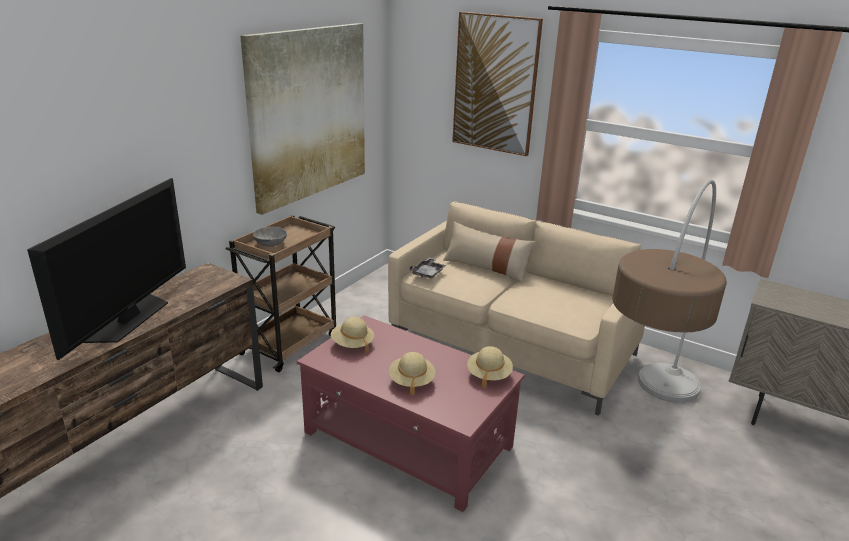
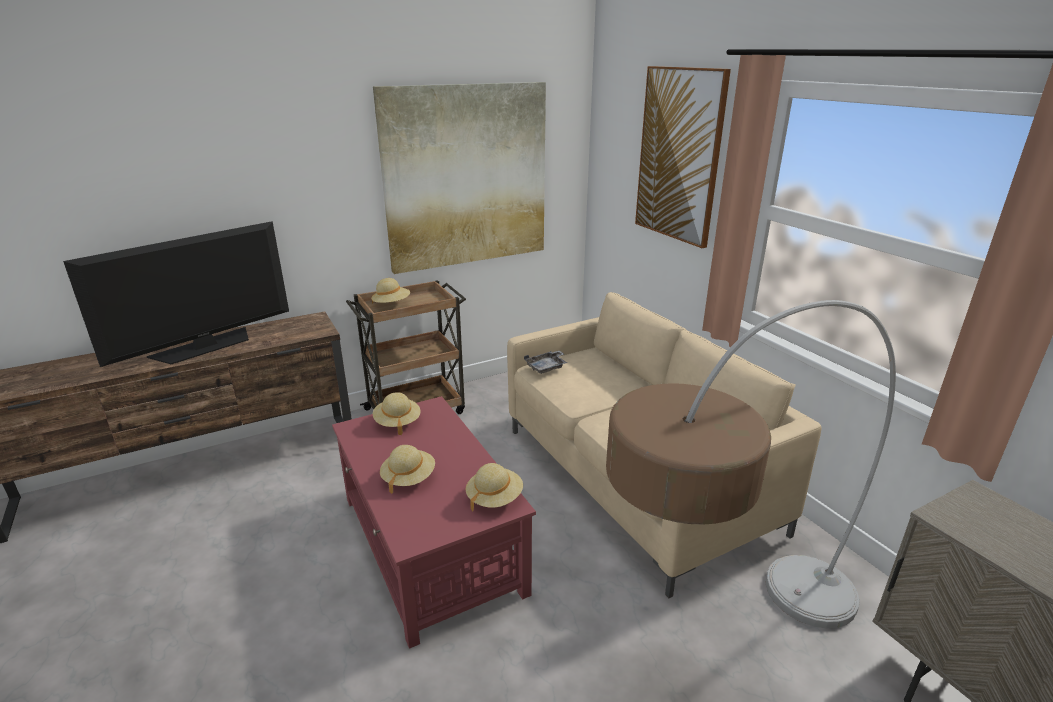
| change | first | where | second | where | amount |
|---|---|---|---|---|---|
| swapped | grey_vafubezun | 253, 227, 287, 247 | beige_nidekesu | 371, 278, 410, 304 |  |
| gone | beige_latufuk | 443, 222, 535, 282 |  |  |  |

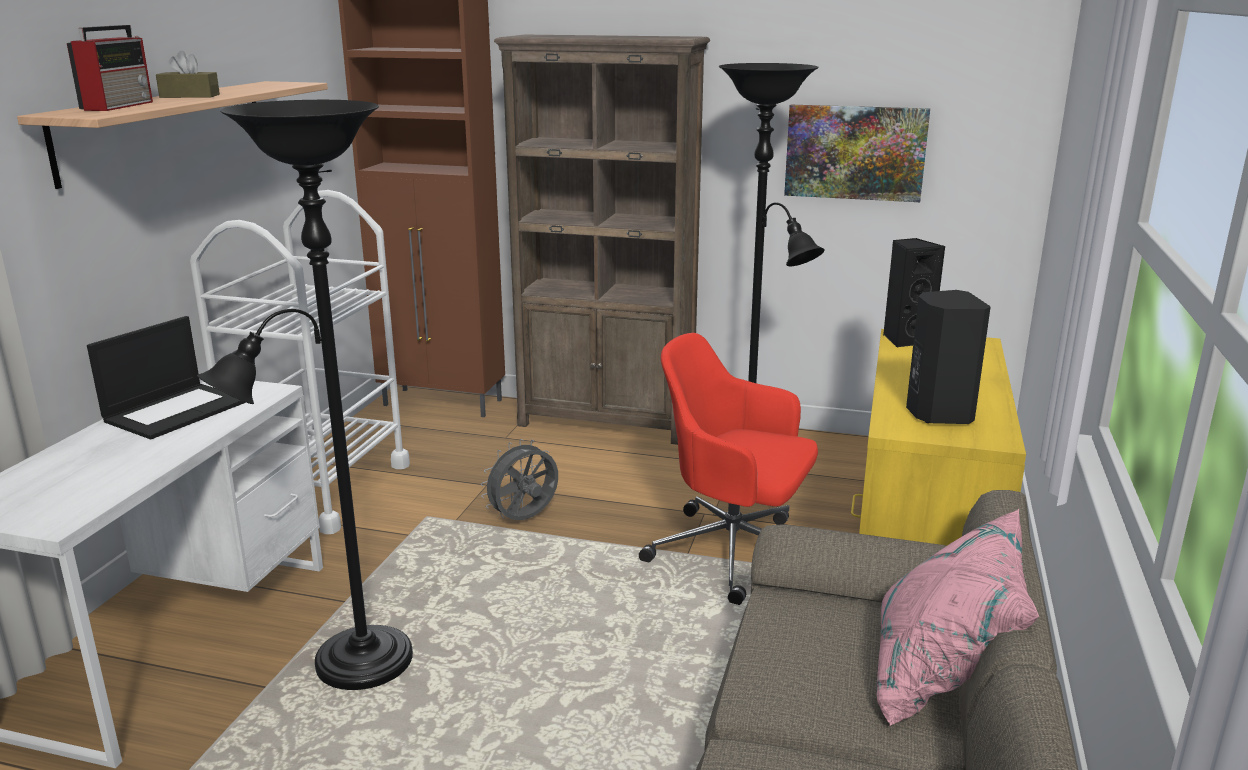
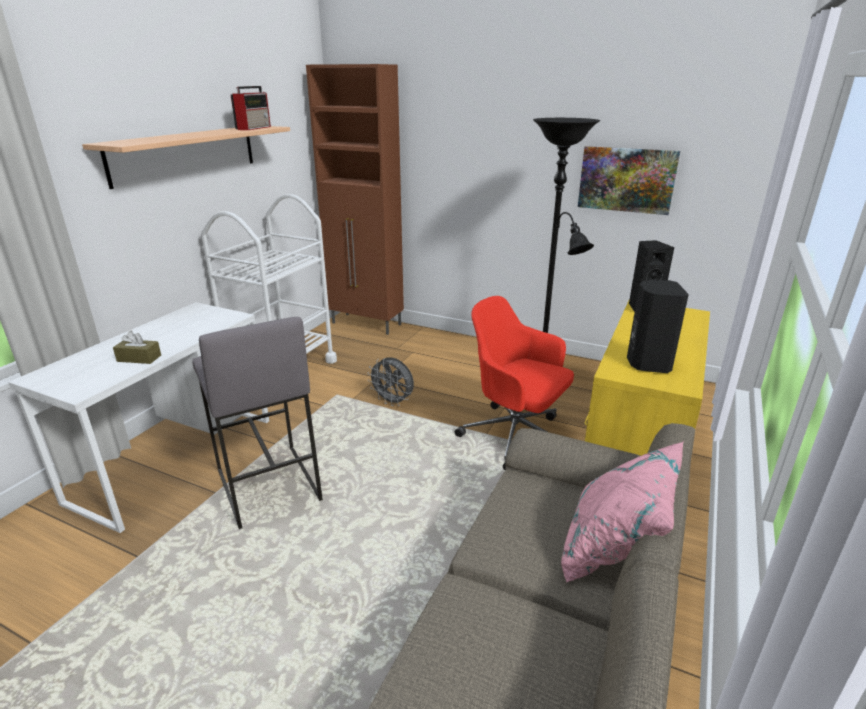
| change | first | where | second | where | amount |
|---|---|---|---|---|---|
| shifted | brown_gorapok | 156, 51, 220, 98 |  | 113, 331, 161, 364 |  |
| swapped | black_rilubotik | 197, 100, 413, 690 | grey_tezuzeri | 192, 317, 323, 529 |  |
| shifted | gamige | 67, 25, 153, 111 |  | 231, 86, 271, 130 |  |
| rotated | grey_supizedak | 481, 439, 558, 520 |  | 367, 357, 414, 406 | 120 degrees counterclockwise |
| gone | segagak | 87, 316, 246, 439 |  |  |  |
| gone | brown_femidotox | 494, 35, 710, 445 |  |  |  |

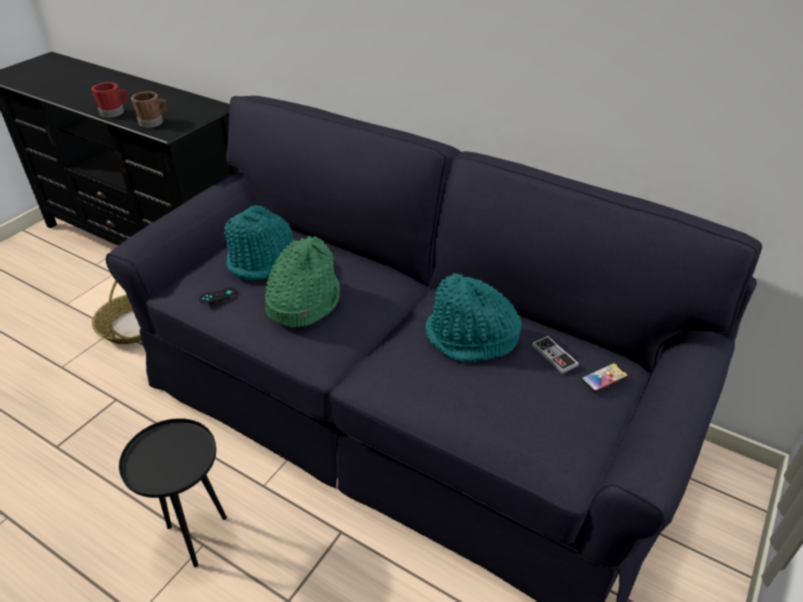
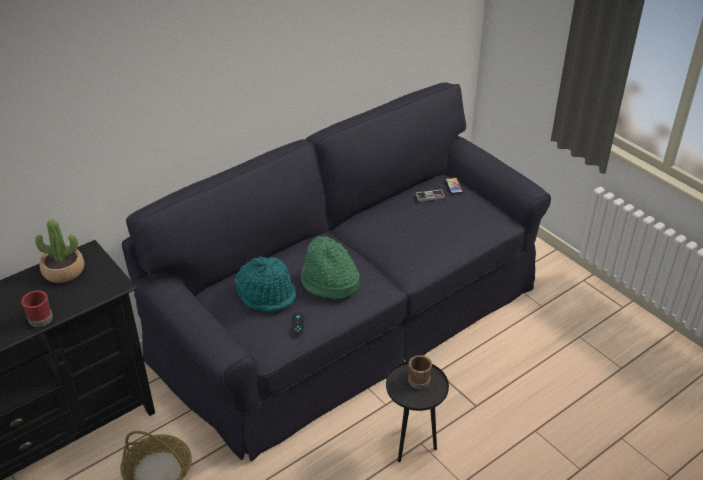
| change | first | where | second | where | amount |
|---|---|---|---|---|---|
| new |  |  | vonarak | 35, 219, 84, 283 |  |
| shifted | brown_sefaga | 131, 91, 167, 128 |  | 408, 355, 432, 389 |  |
| gone | turquoise_nidekesu | 425, 273, 522, 362 |  |  |  |

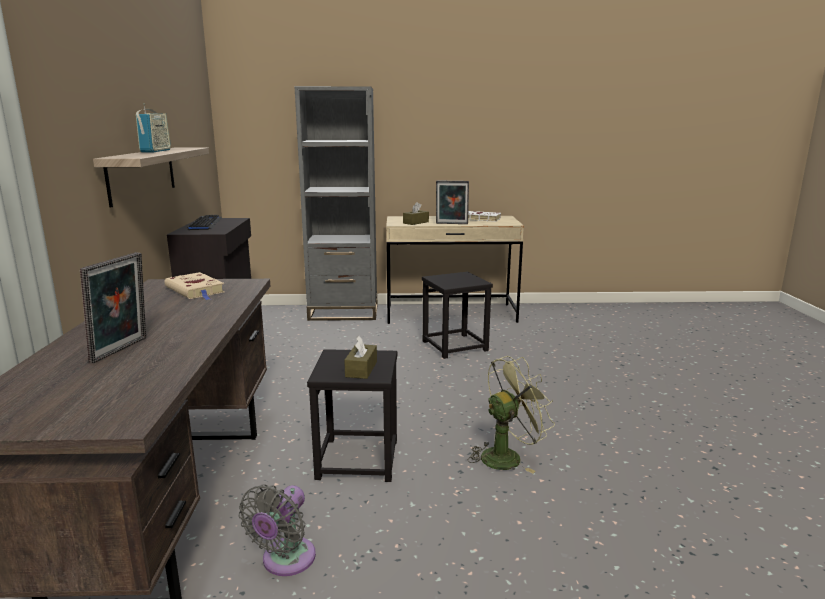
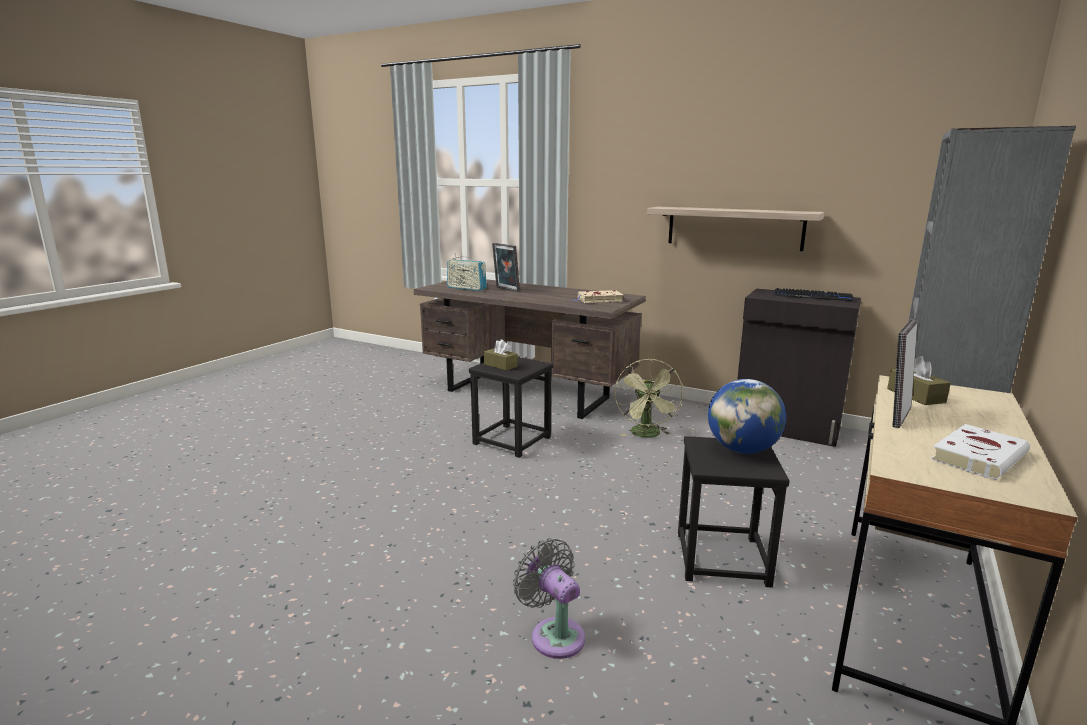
| change | first | where | second | where | amount |
|---|---|---|---|---|---|
| shifted | gamige | 136, 104, 171, 153 |  | 447, 253, 487, 291 |  |
| shifted | grey_supizedak | 239, 484, 316, 576 |  | 513, 538, 585, 659 |  |
| shifted | green_supizedak | 468, 356, 555, 473 |  | 615, 359, 683, 438 |  |
| new |  |  | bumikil | 708, 379, 786, 454 |  |

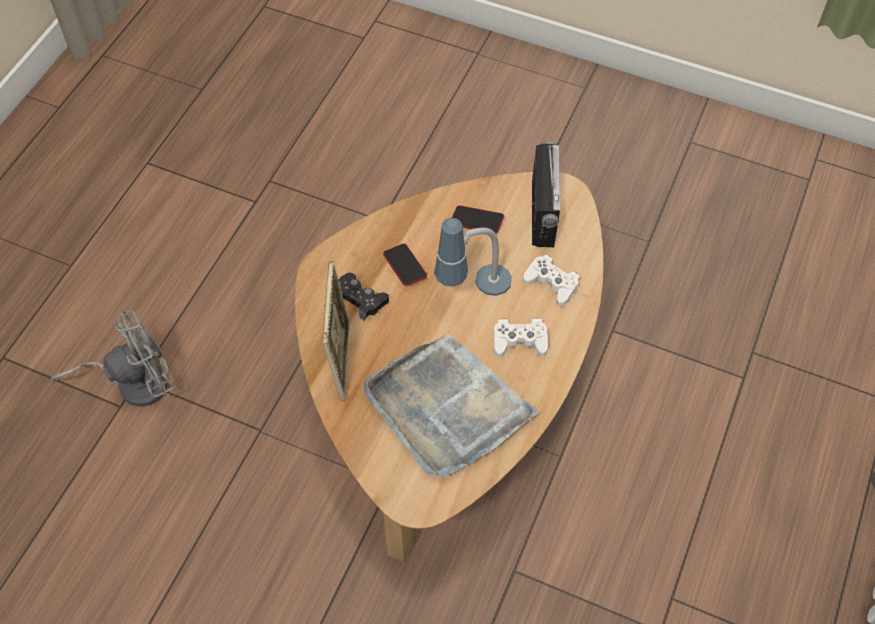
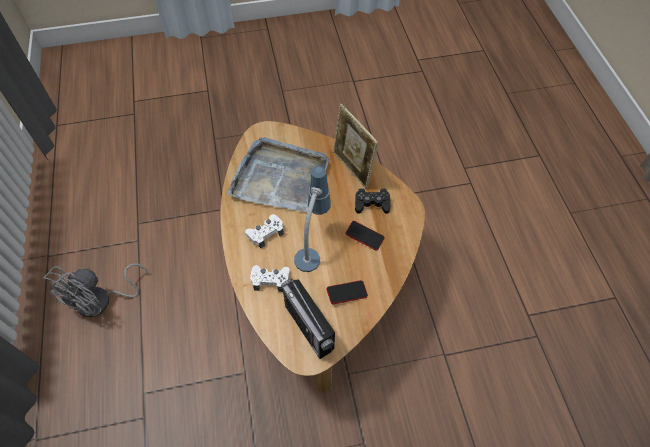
| change | first | where | second | where | amount |
|---|---|---|---|---|---|
| shifted | grey_supizedak | 51, 310, 175, 407 |  | 43, 263, 149, 317 |  |

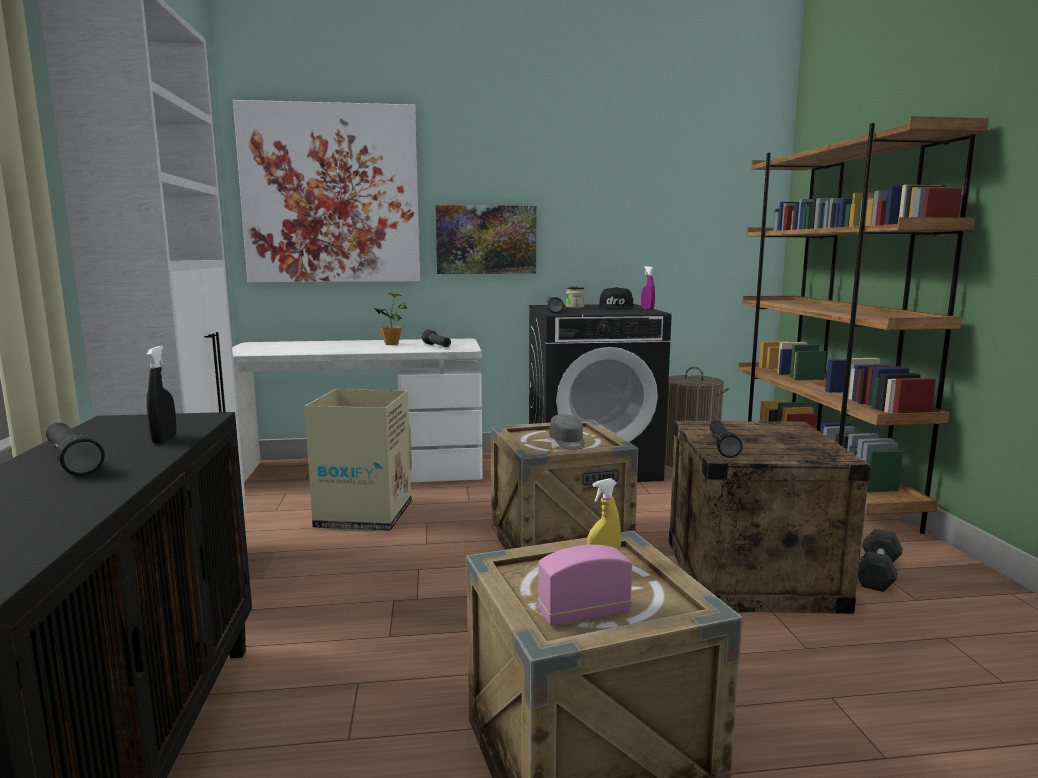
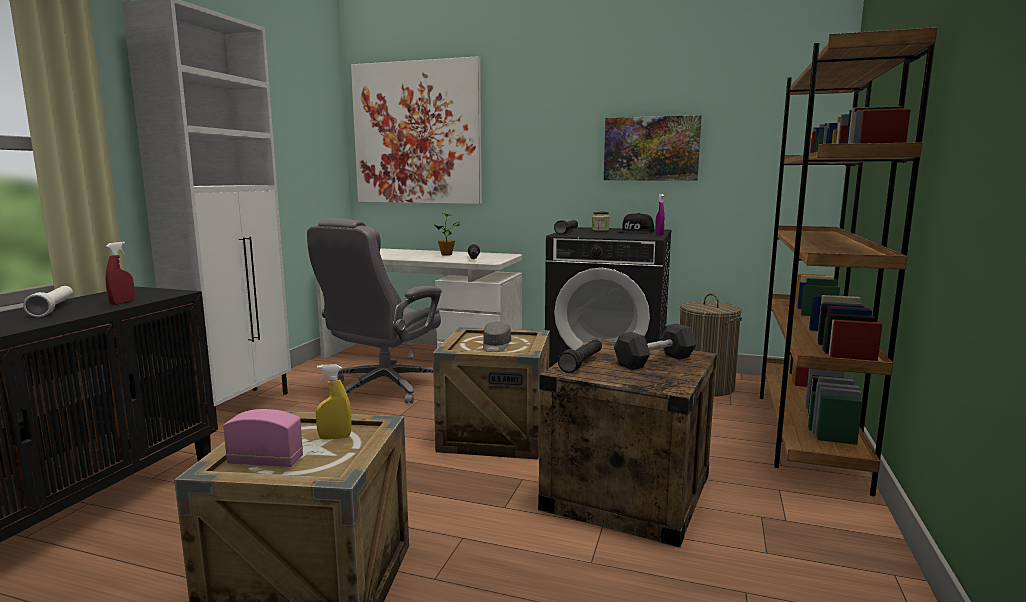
| change | first | where | second | where | amount |
|---|---|---|---|---|---|
| repainted | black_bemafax | 46, 423, 105, 476 | white_bemafax | 23, 286, 73, 317 |  |
| repainted | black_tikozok | 146, 346, 176, 444 | red_tikozok | 106, 242, 135, 305 |  |
| swapped | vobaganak | 305, 389, 412, 532 | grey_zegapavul | 307, 219, 442, 404 |  |
| shifted | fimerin | 435, 205, 536, 274 |  | 604, 115, 702, 181 |  |
| shifted | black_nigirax | 858, 529, 903, 592 |  | 614, 323, 697, 370 |  |

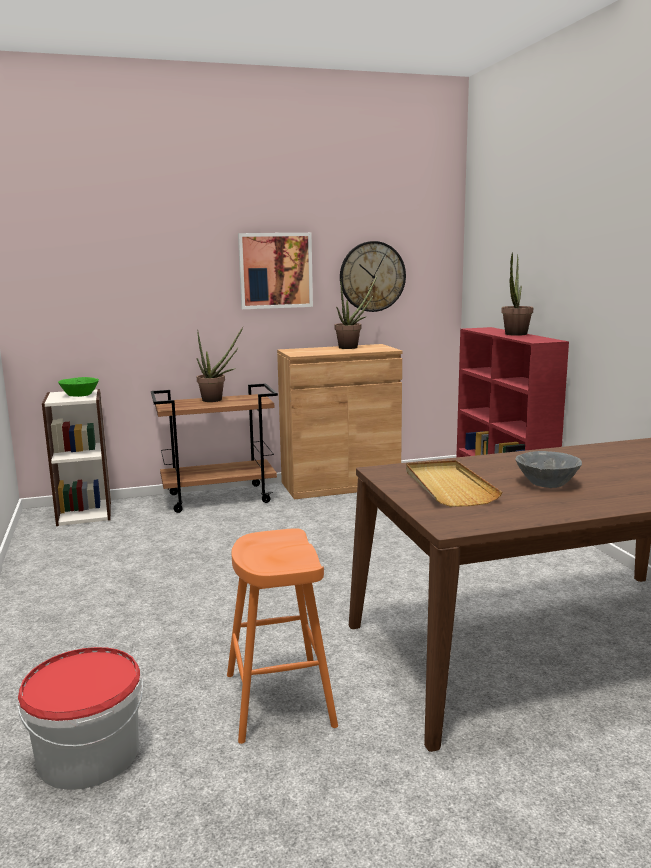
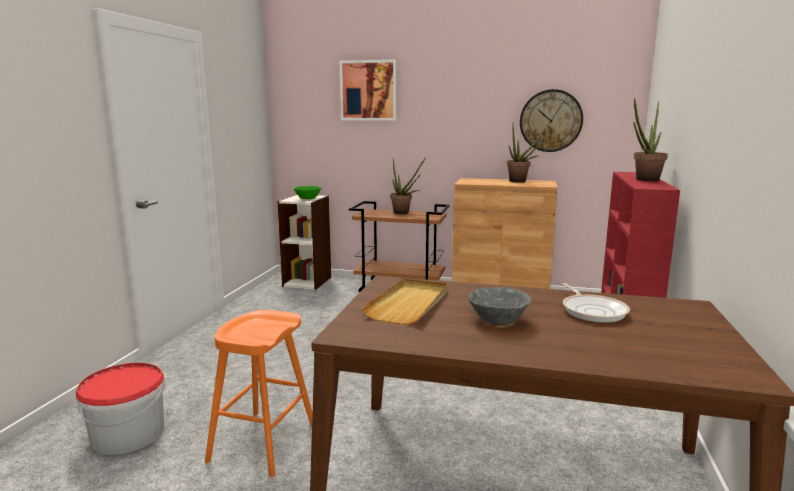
| change | first | where | second | where | amount |
|---|---|---|---|---|---|
| shifted | fimerin | 238, 233, 313, 309 |  | 339, 59, 397, 121 |  |
| new |  |  | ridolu | 562, 283, 630, 323 |  |

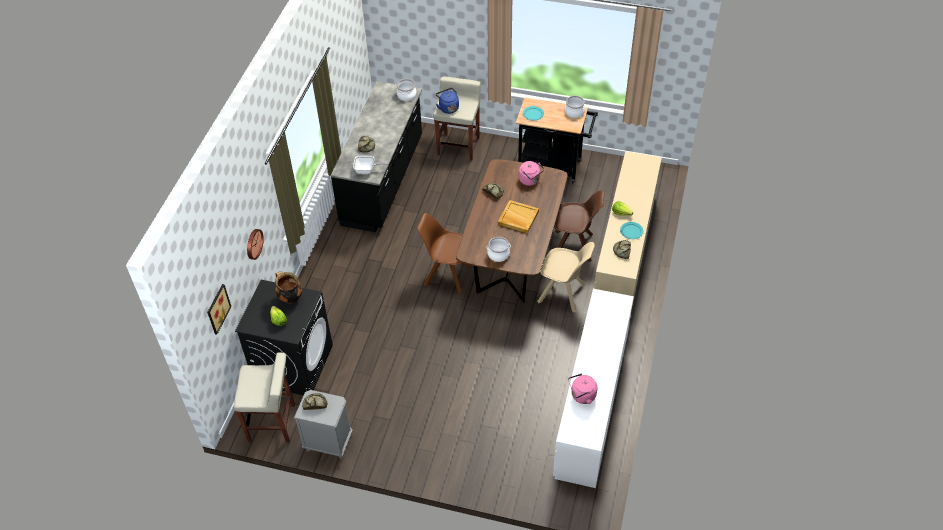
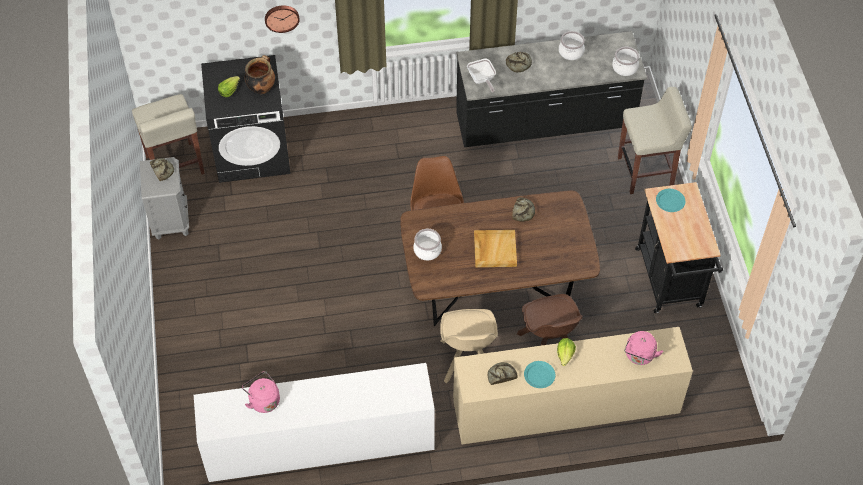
| change | first | where | second | where | amount |
|---|---|---|---|---|---|
| shifted | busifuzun | 565, 95, 585, 118 |  | 559, 31, 585, 60 |  |
| shifted | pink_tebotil | 519, 161, 545, 186 |  | 624, 331, 663, 365 |  |
| gone | fimerin | 207, 284, 231, 335 |  |  |  |
| gone | blue_tebotil | 436, 88, 459, 114 |  |  |  |

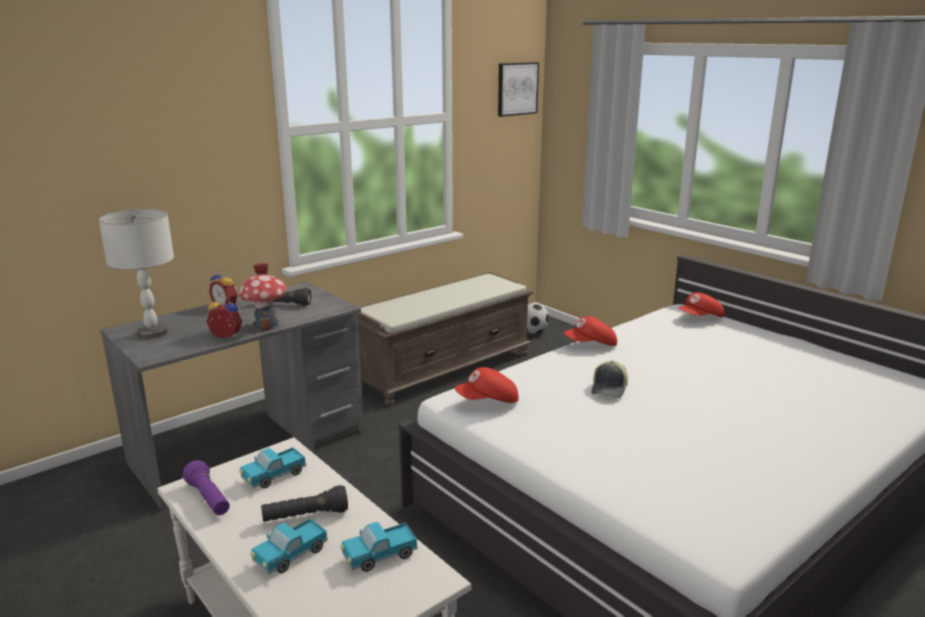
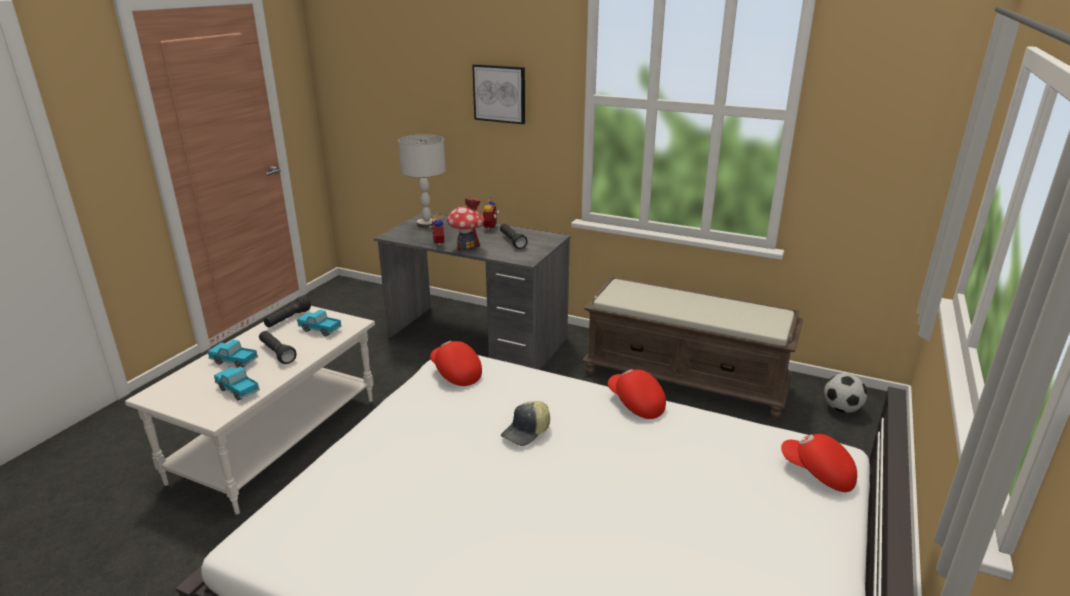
| change | first | where | second | where | amount |
|---|---|---|---|---|---|
| repainted | purple_bemafax | 183, 460, 230, 515 | black_bemafax | 264, 296, 311, 328 |  |
| shifted | fimerin | 498, 62, 539, 117 |  | 472, 64, 525, 124 |  |
| rotated | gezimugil | 591, 361, 628, 398 |  | 501, 401, 550, 446 | 45 degrees counterclockwise |

